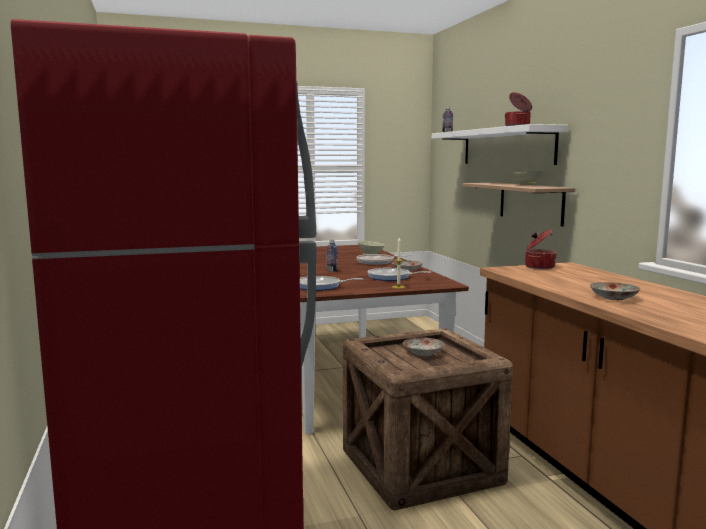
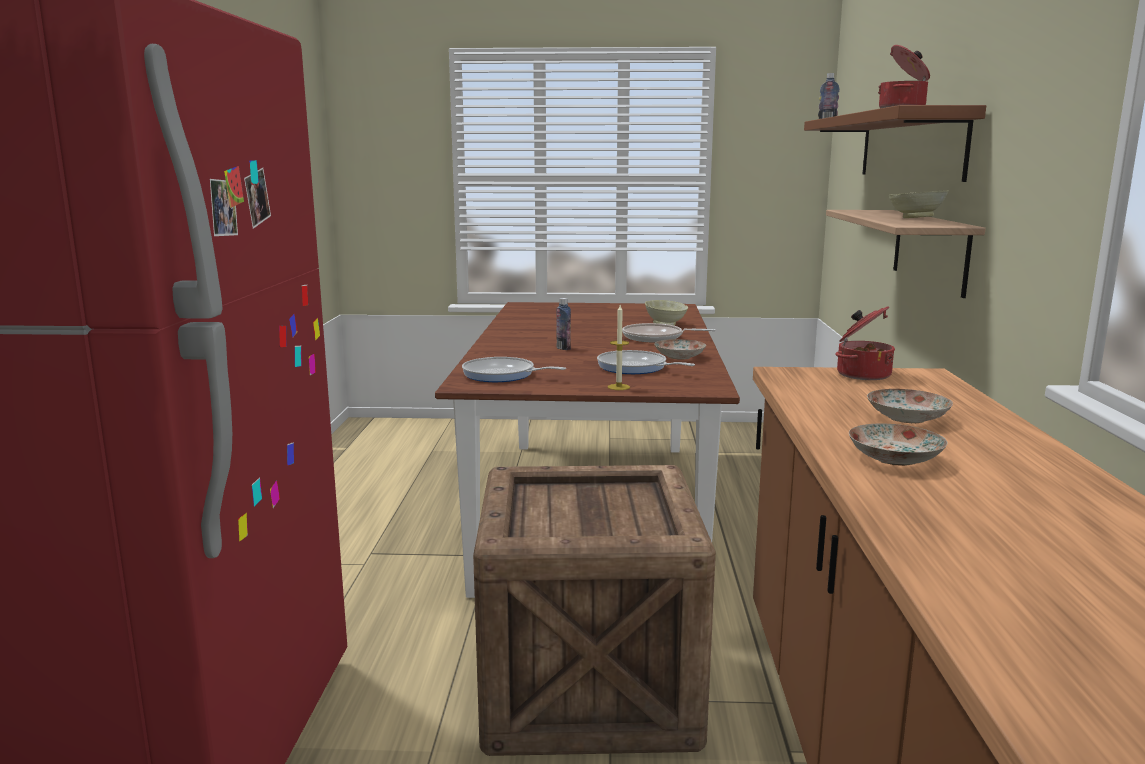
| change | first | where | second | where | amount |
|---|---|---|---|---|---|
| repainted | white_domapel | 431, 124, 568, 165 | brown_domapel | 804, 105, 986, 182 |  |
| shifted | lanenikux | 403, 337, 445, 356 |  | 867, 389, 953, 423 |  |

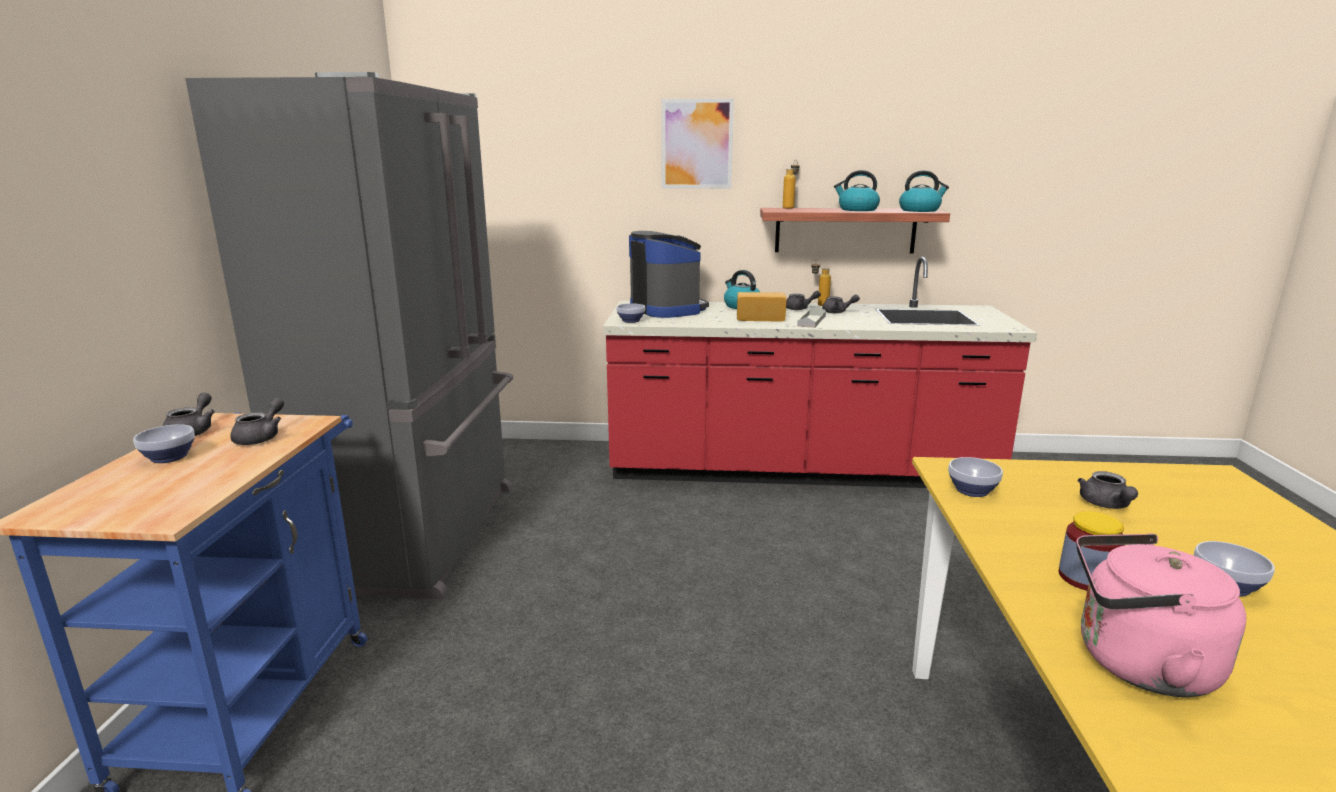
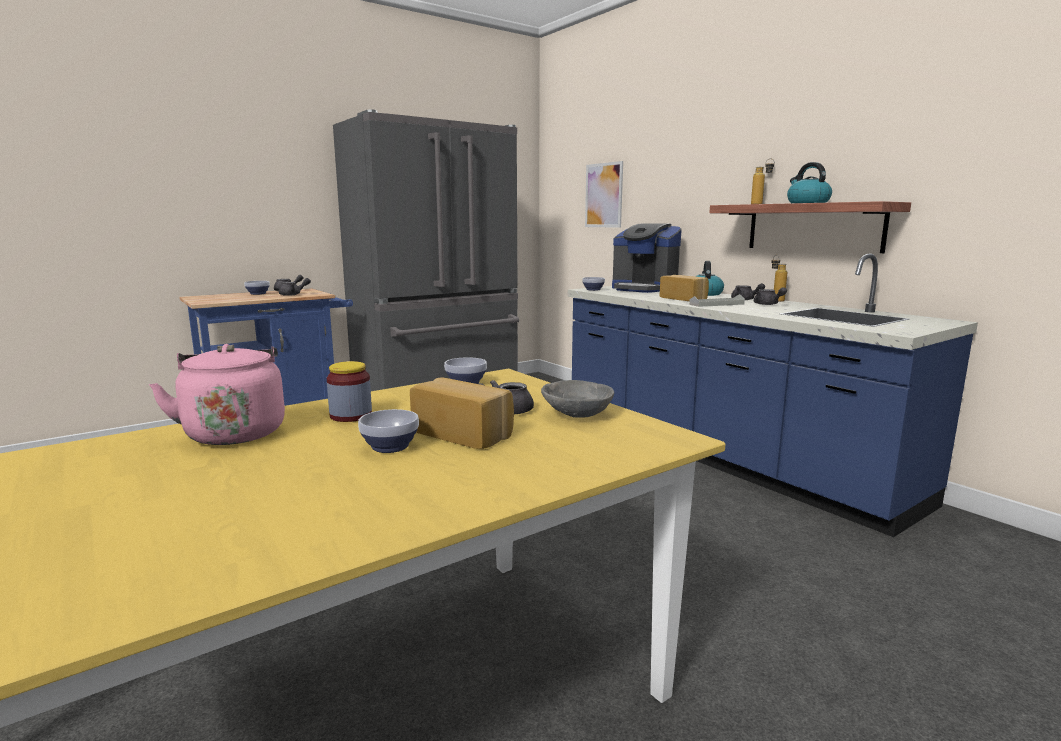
| change | first | where | second | where | amount |
|---|---|---|---|---|---|
| new |  |  | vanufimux | 410, 377, 514, 449 |  |
| new |  |  | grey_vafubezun | 541, 380, 614, 418 |  |
| repainted | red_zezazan | 603, 257, 1037, 488 | blue_zezazan | 568, 254, 978, 537 |  |
| shifted | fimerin | 661, 98, 734, 189 |  | 585, 161, 623, 228 |  |
| rotated | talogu | 629, 231, 709, 318 |  | 612, 224, 681, 293 | 105 degrees clockwise |
| gone | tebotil | 899, 171, 949, 212 |  |  |  |

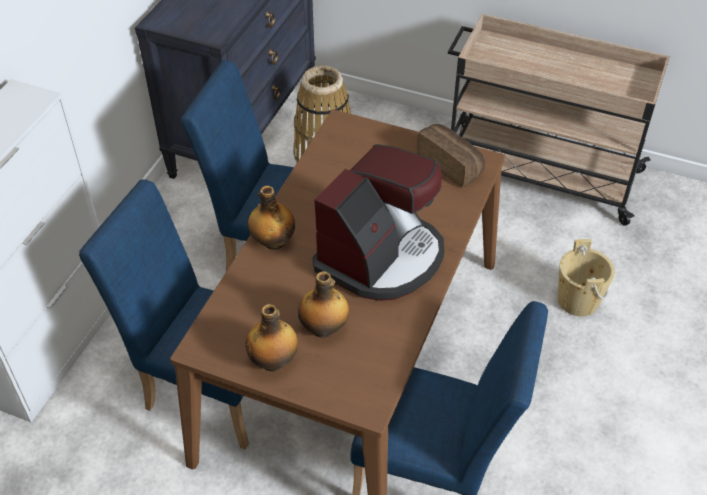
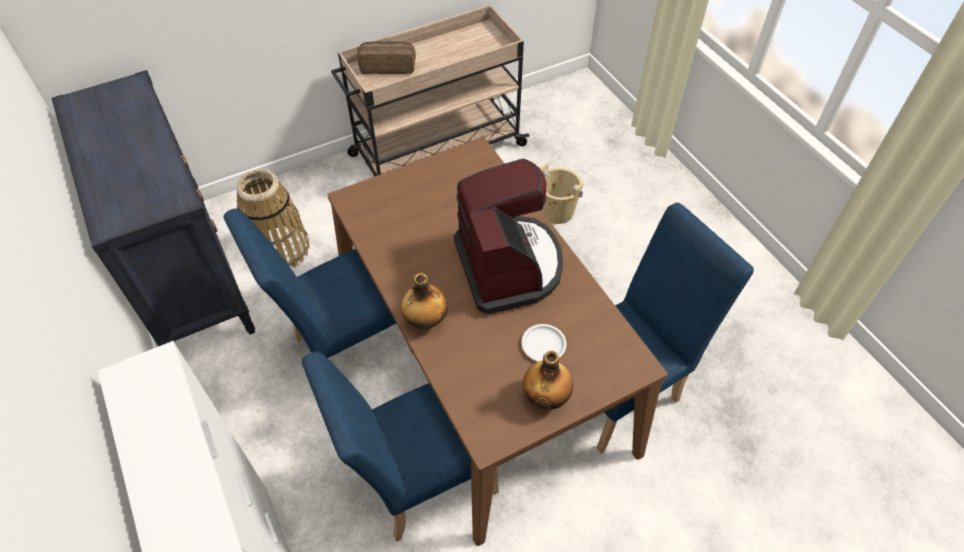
| change | first | where | second | where | amount |
|---|---|---|---|---|---|
| shifted | vanufimux | 417, 124, 485, 187 |  | 357, 41, 416, 74 |  |
| swapped | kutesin | 298, 271, 349, 337 | white_lanenikux | 521, 324, 566, 362 |  |

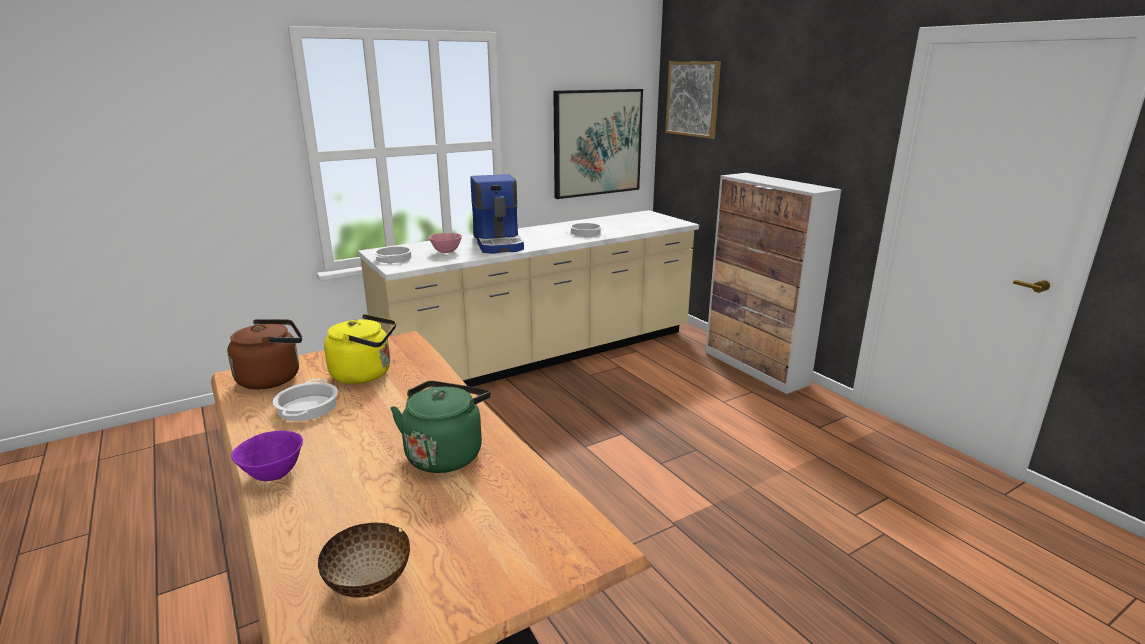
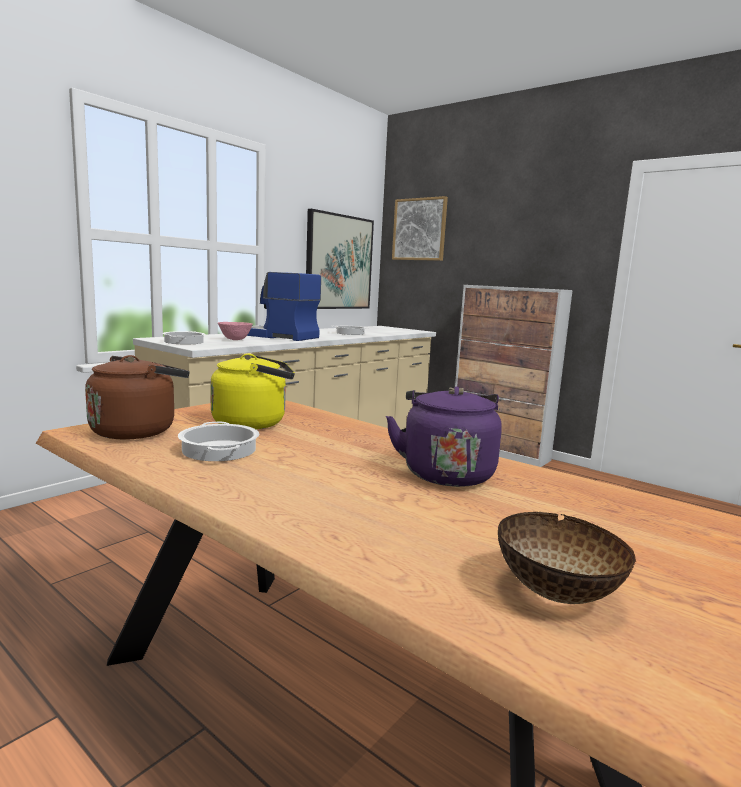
| change | first | where | second | where | amount |
|---|---|---|---|---|---|
| rotated | talogu | 470, 174, 524, 254 |  | 247, 272, 321, 341 | 150 degrees clockwise |
| repainted | green_tebotil | 390, 381, 491, 473 | purple_tebotil | 386, 386, 502, 487 |  |
| gone | purple_vafubezun | 231, 430, 303, 481 |  |  |  |

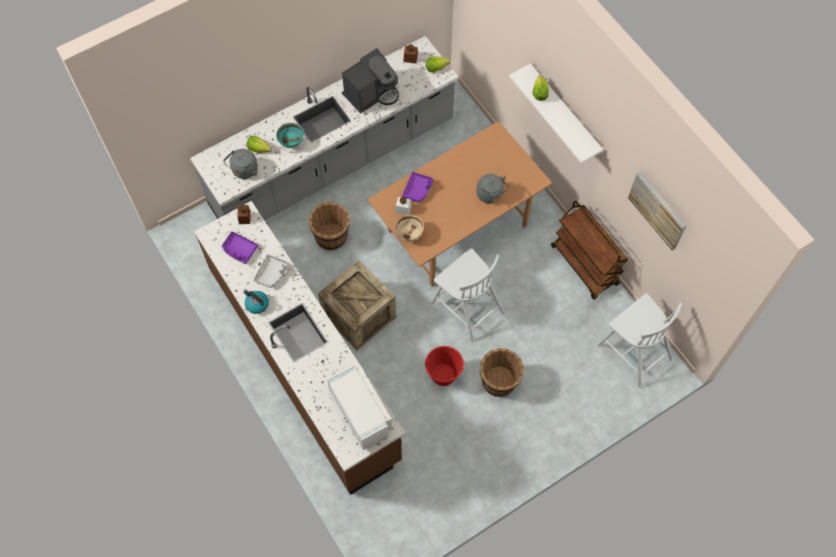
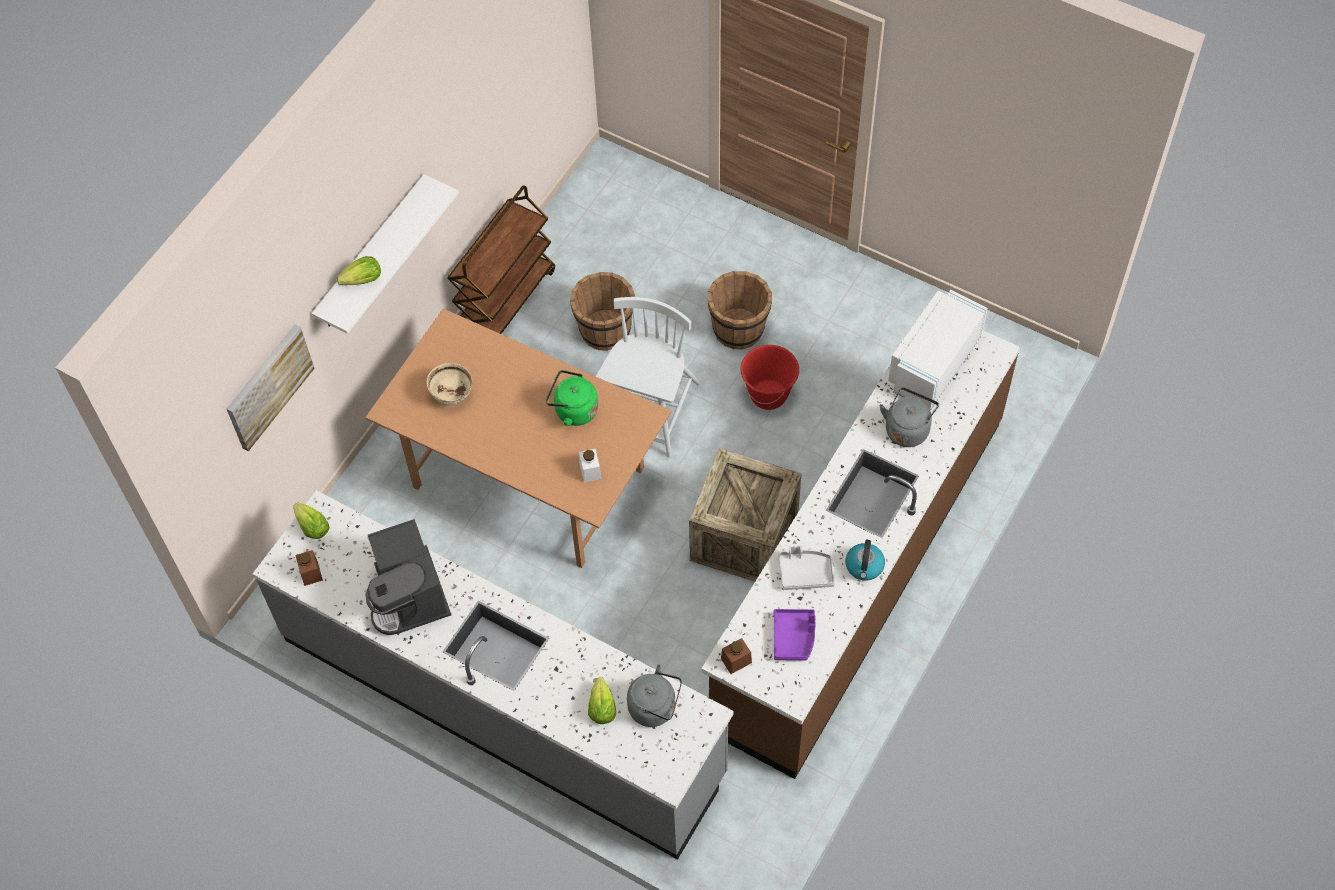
| change | first | where | second | where | amount |
|---|---|---|---|---|---|
| shifted | fimerin | 628, 171, 687, 250 |  | 226, 324, 315, 451 |  |
| rotated | talogu | 342, 48, 399, 114 |  | 365, 519, 451, 635 | 135 degrees counterclockwise |
| shifted | beige_vafubezun | 395, 215, 424, 242 |  | 427, 363, 472, 405 |  |
| new |  |  | green_tebotil | 546, 370, 598, 426 |  |
| shifted | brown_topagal | 308, 202, 350, 251 |  | 570, 272, 635, 351 |  |
| shifted | grey_tebotil | 476, 174, 509, 204 |  | 880, 388, 939, 447 |  |
| gone | turquoise_vafubezun | 276, 123, 304, 148 |  |  |  |
| gone | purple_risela | 402, 172, 433, 203 |  |  |  |
| gone | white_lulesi | 597, 293, 682, 388 |  |  |  |

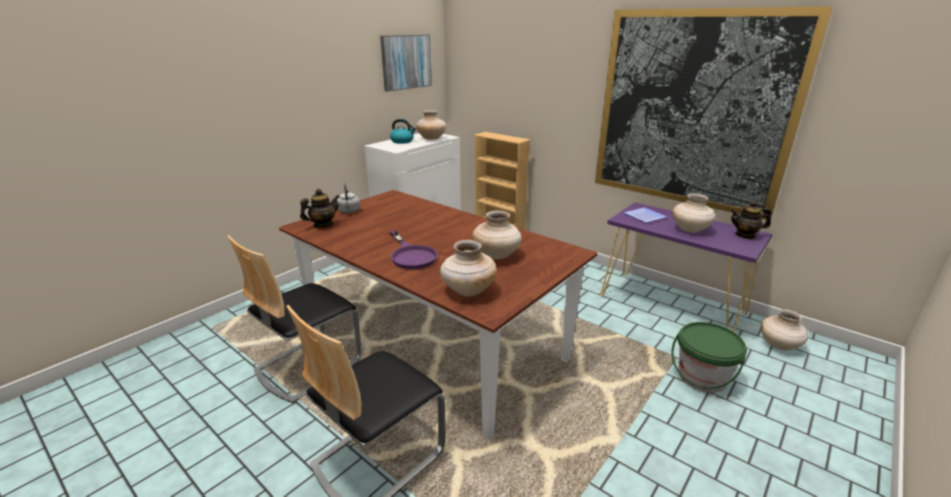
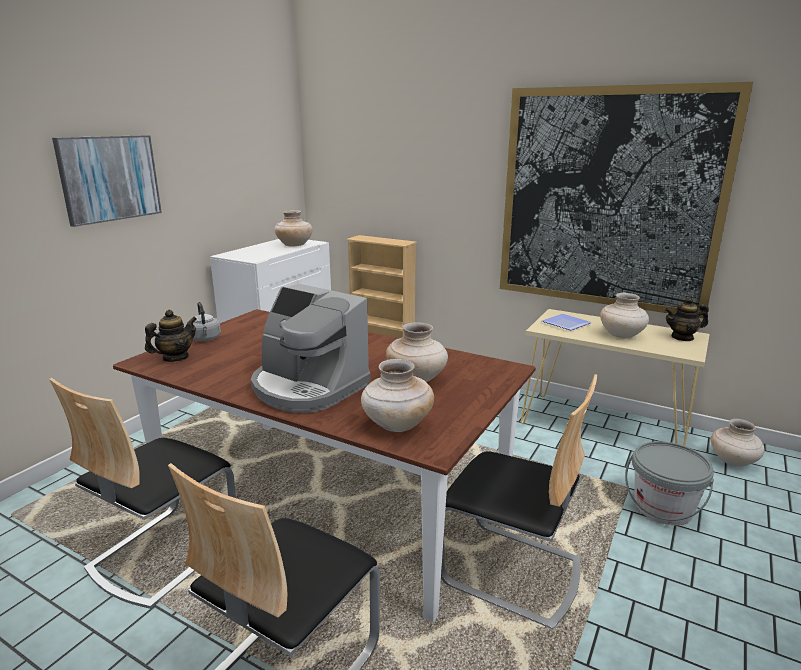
| change | first | where | second | where | amount |
|---|---|---|---|---|---|
| shifted | fimerin | 380, 34, 432, 92 |  | 52, 135, 162, 227 |  |
| swapped | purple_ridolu | 390, 231, 438, 269 | talogu | 251, 284, 370, 413 |  |
| new |  |  | lulesi | 441, 374, 597, 629 |  |
| repainted | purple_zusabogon | 601, 202, 773, 332 | beige_zusabogon | 521, 309, 710, 446 |  |
| repainted | green_topagal | 671, 322, 747, 393 | grey_topagal | 625, 441, 714, 525 |  |
| gone | tebotil | 390, 119, 416, 144 |  |  |  |

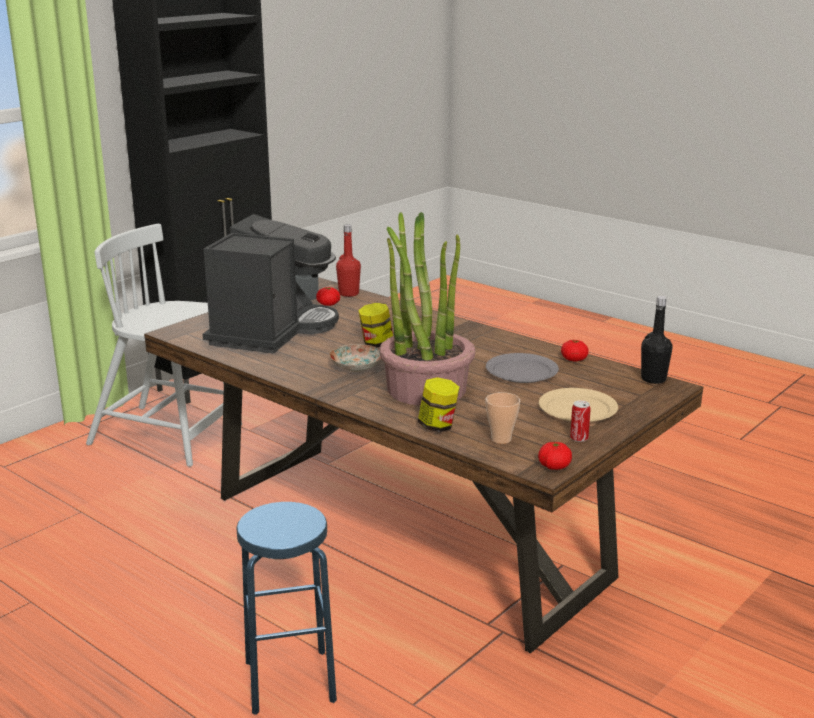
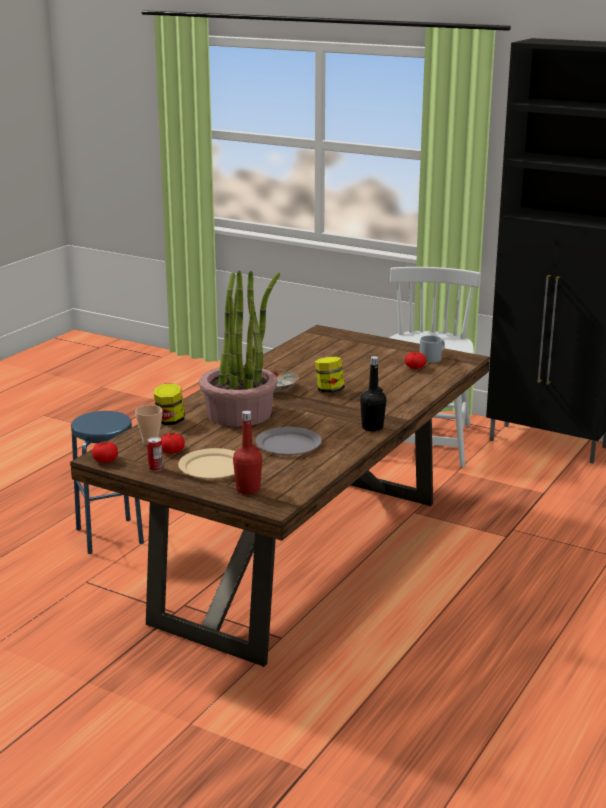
| change | first | where | second | where | amount |
|---|---|---|---|---|---|
| shifted | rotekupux | 561, 340, 589, 361 |  | 161, 433, 185, 454 |  |
| shifted | red_kutesin | 336, 224, 361, 297 |  | 233, 410, 262, 494 |  |
| shifted | black_kutesin | 641, 296, 673, 384 |  | 360, 356, 386, 432 |  |
| gone | talogu | 203, 214, 339, 354 |  |  |  |

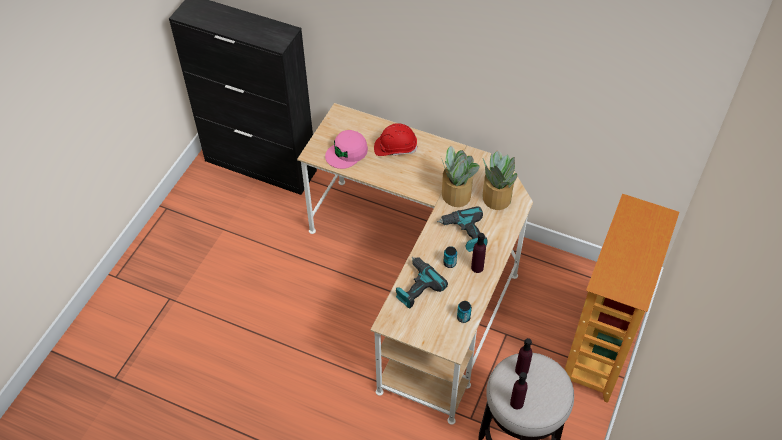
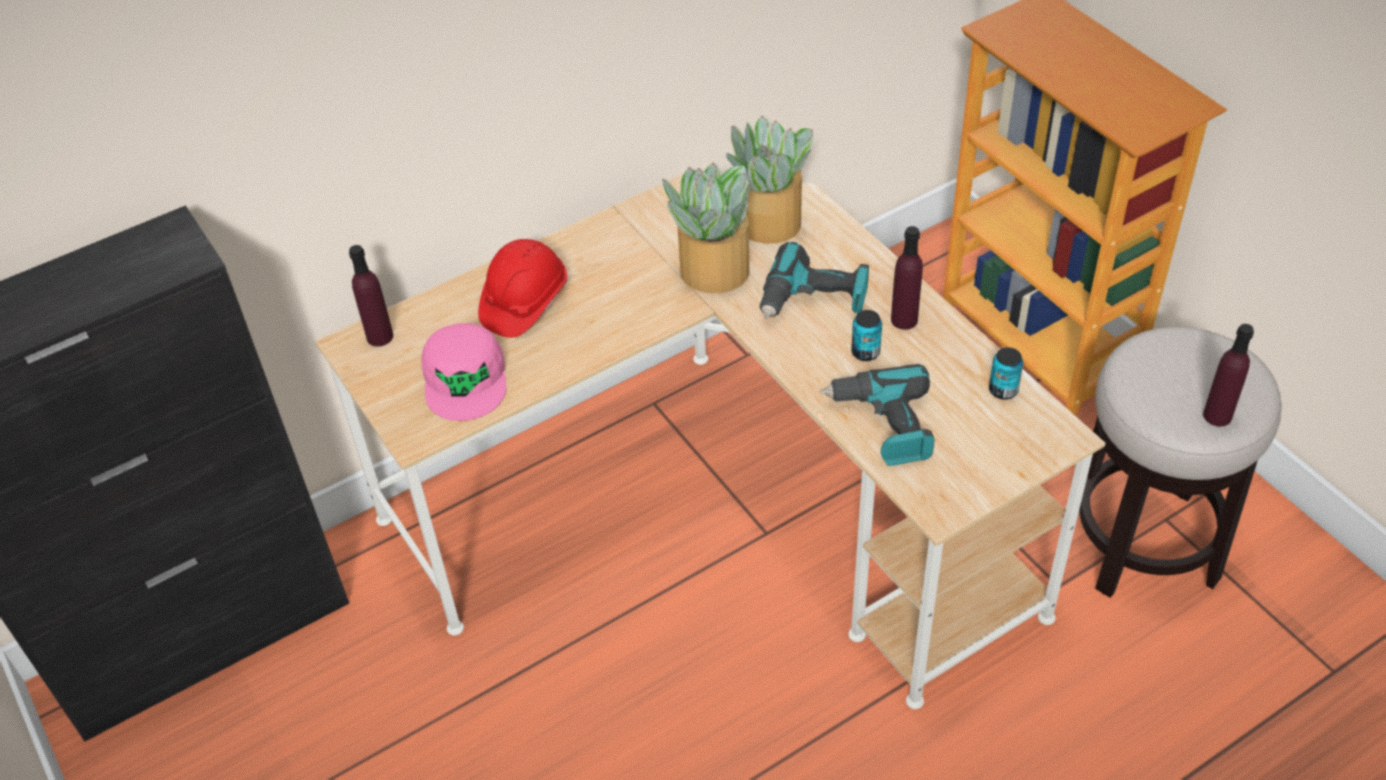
| change | first | where | second | where | amount |
|---|---|---|---|---|---|
| shifted | purple_kutesin | 515, 338, 532, 375 |  | 349, 245, 393, 347 |  |

